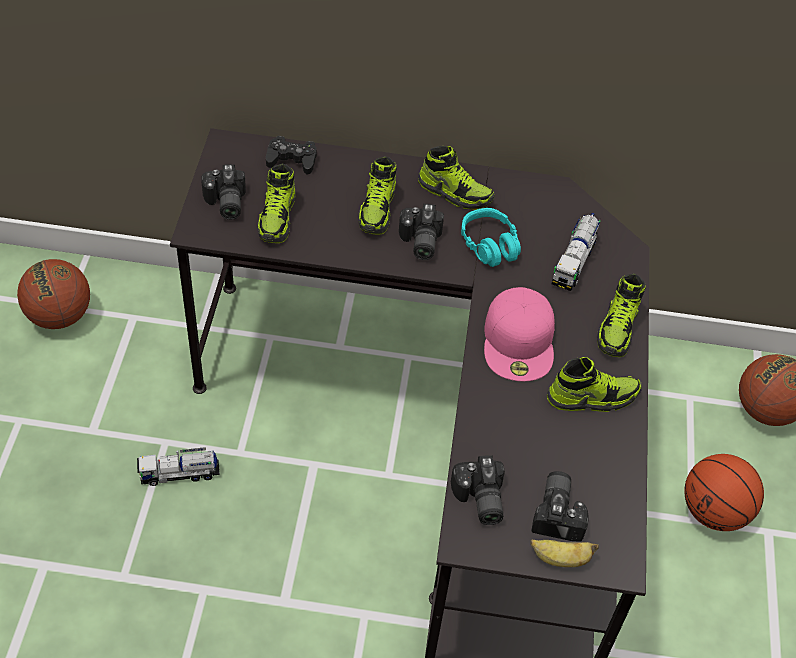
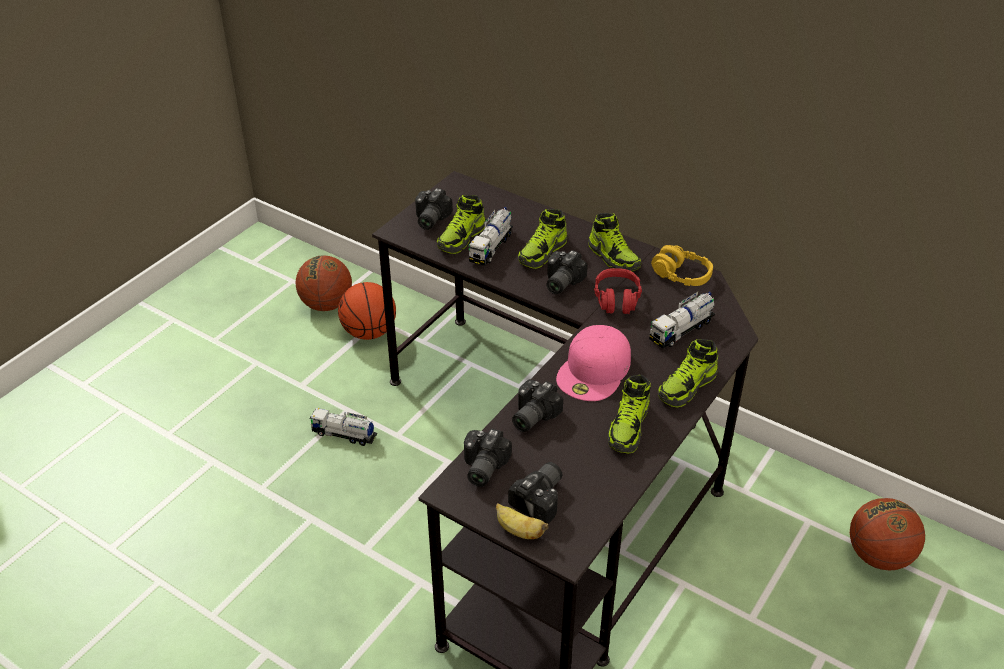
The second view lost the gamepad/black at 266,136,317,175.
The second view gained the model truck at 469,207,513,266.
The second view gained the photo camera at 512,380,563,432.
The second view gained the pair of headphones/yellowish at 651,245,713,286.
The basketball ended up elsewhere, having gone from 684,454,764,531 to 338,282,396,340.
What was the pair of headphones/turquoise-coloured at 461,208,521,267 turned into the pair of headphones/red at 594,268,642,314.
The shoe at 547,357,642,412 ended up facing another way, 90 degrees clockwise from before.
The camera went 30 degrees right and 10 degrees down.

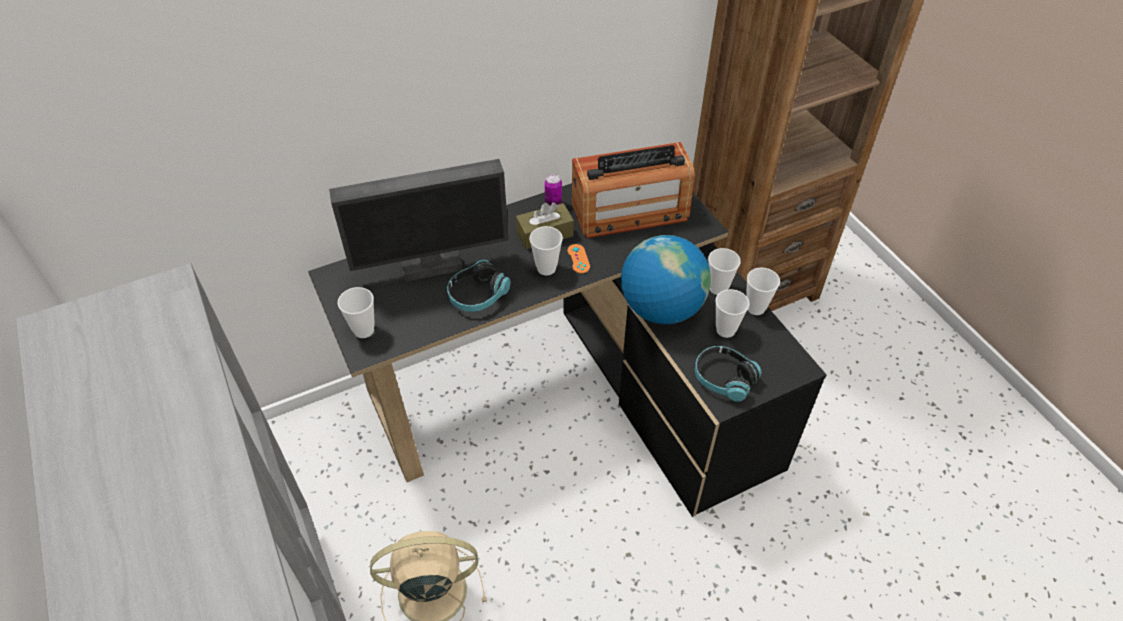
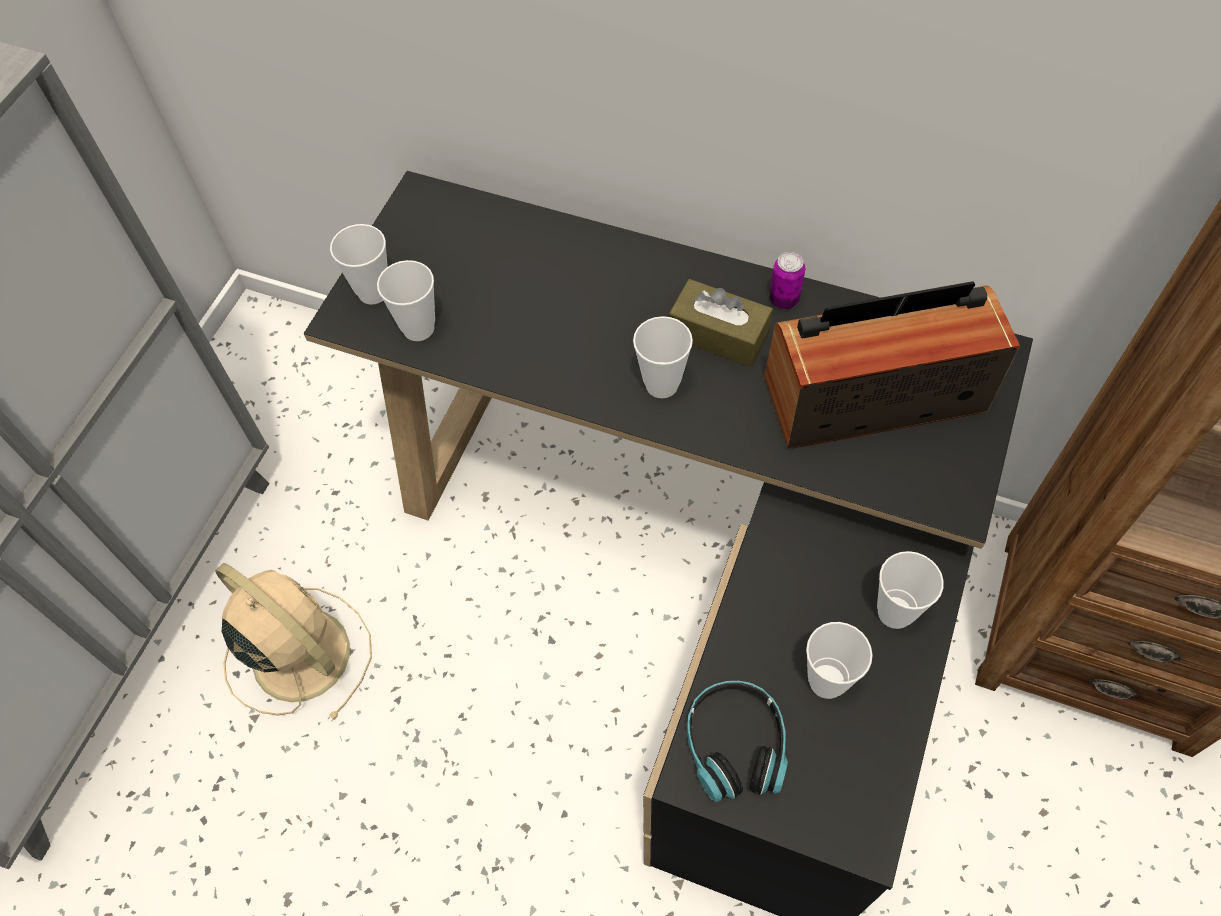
The second view lost the computer display at 329,159,509,282.
The second view lost the pair of headphones at 447,259,511,312.
The second view lost the gamepad/orange-coloured at 567,244,590,273.
The second view lost the globe at 621,235,711,324.
The drinking cup ended up elsewhere, having gone from 746,268,780,315 to 377,260,435,341.
The radio set at 572,142,695,238 ended up facing another way, 135 degrees clockwise from before.
The camera went 50 degrees right and 10 degrees up.

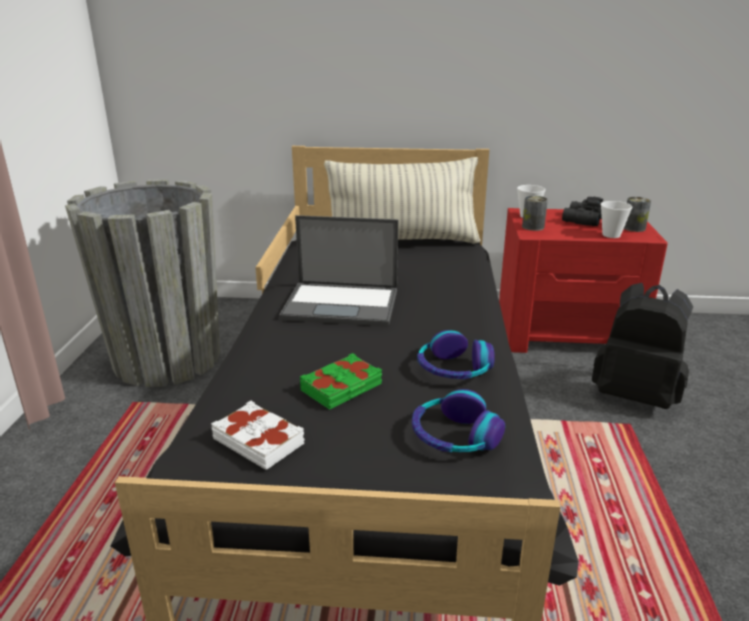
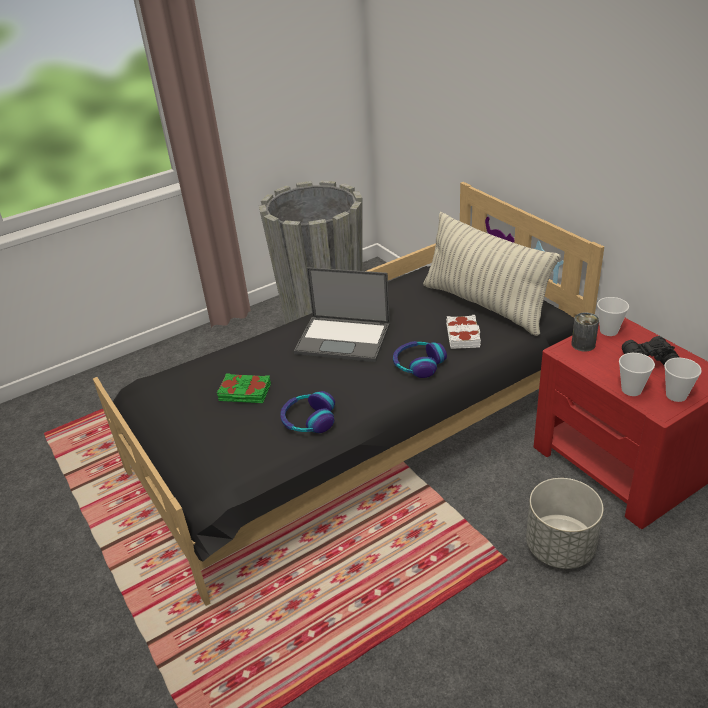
The volume/whitish ended up elsewhere, having gone from 211,400,305,470 to 446,315,481,349.
The pair of headphones ended up elsewhere, having gone from 412,389,505,452 to 393,341,447,378.
Where the backpack/black stood at 592,283,693,409, the flower pot/greyish came to stand at 526,478,604,569.
Where the metal can stood at 624,197,651,232, the drinking cup came to stand at 664,358,702,402.
The laptop at 279,215,398,327 ended up facing another way, 45 degrees counterclockwise from before.
The camera went 55 degrees right and 10 degrees up.

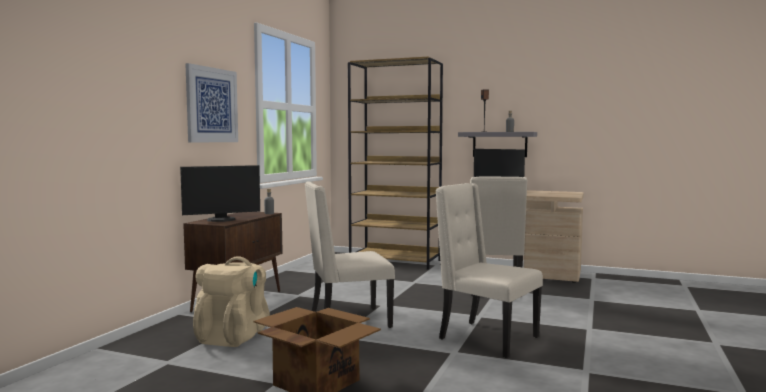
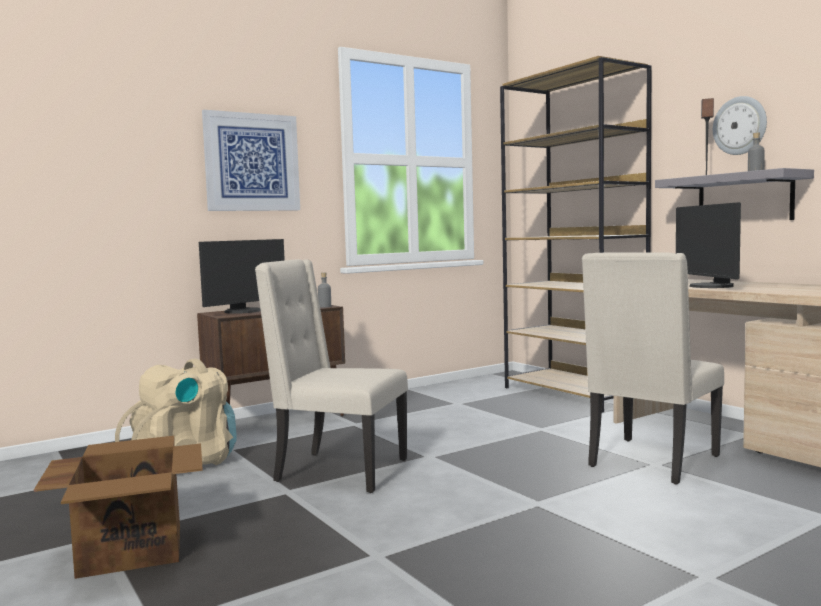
The second view lost the upright chair/beige-coloured at 436,183,543,358.
The second view gained the clock on the wall at 713,96,767,155.
The computer display at 180,165,260,222 ended up facing another way, 60 degrees counterclockwise from before.
The camera went 35 degrees right and 0 degrees up.

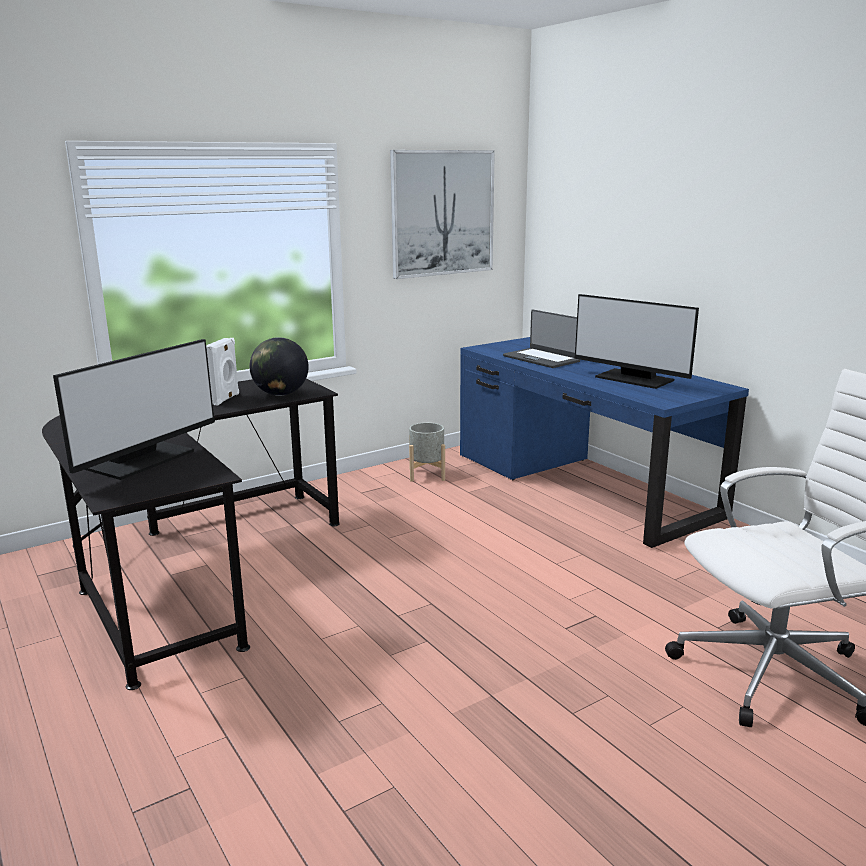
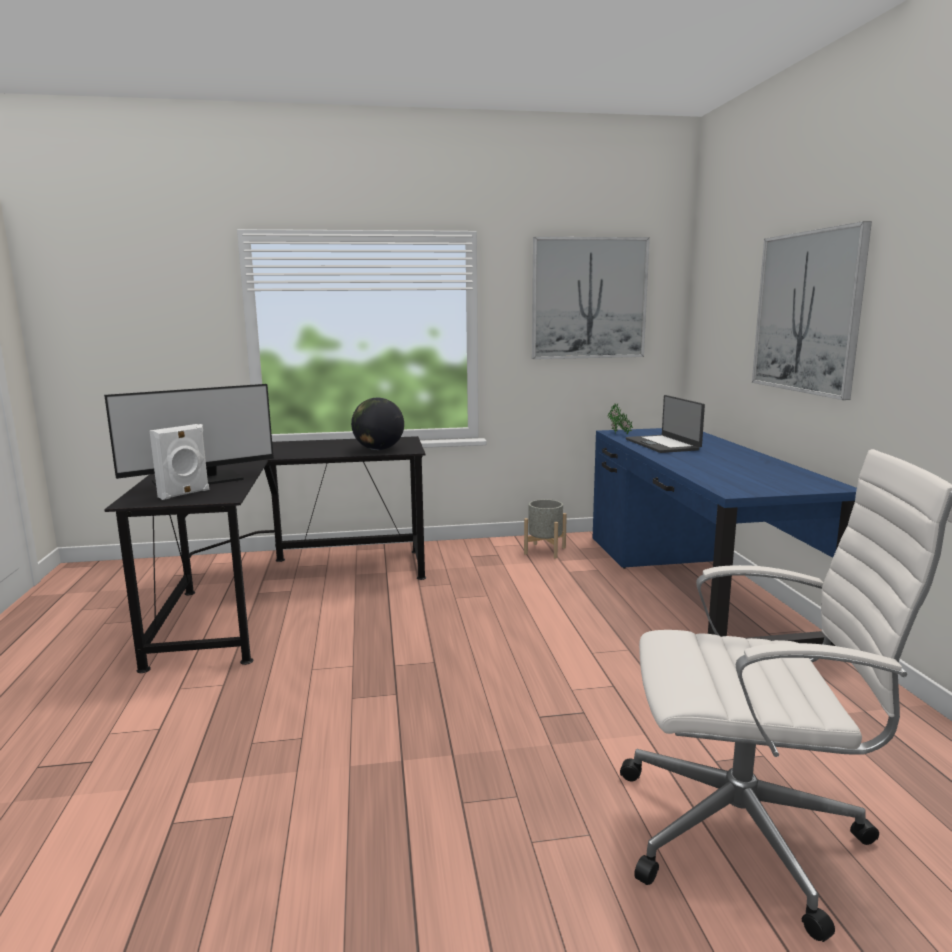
The second view lost the computer display at 574,294,699,389.
The second view gained the plant in a pot at 608,403,633,434.
The second view gained the picture at 752,221,872,400.
The loudspeaker/whitish ended up elsewhere, having gone from 206,338,239,405 to 150,424,209,500.
The camera went 25 degrees right and 5 degrees down.

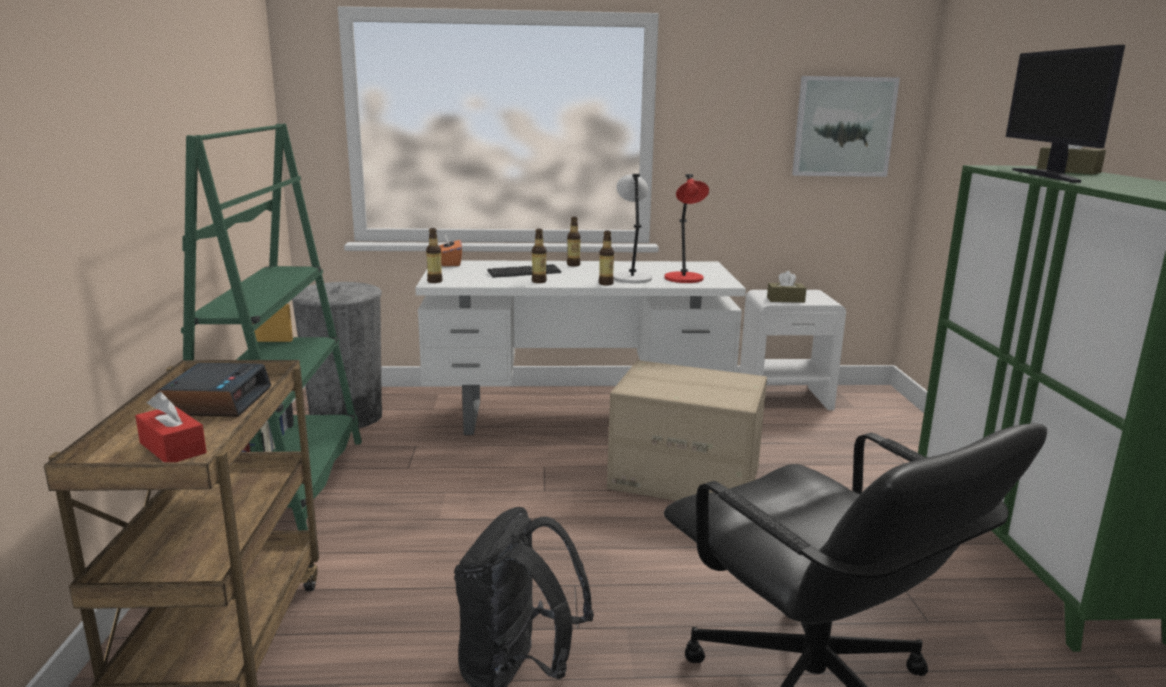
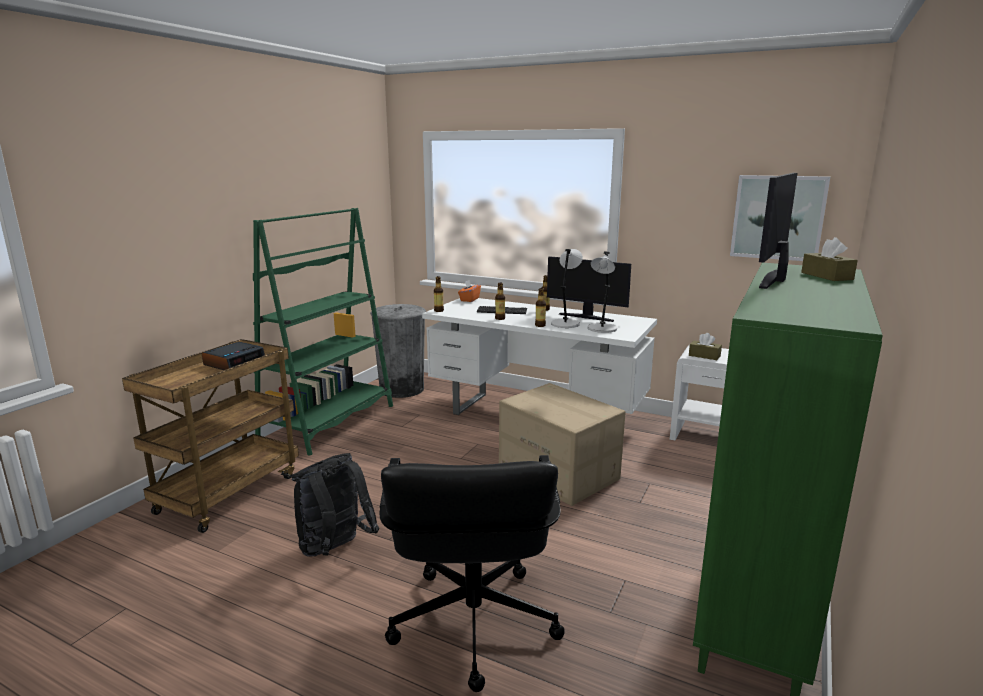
The second view lost the box of tissues/red at 135,392,206,462.
The second view gained the computer display at 547,256,631,322.
What was the table lamp/red at 664,174,709,283 turned into the table lamp/greyish at 588,251,617,333.
The camera went 30 degrees right and 0 degrees up.

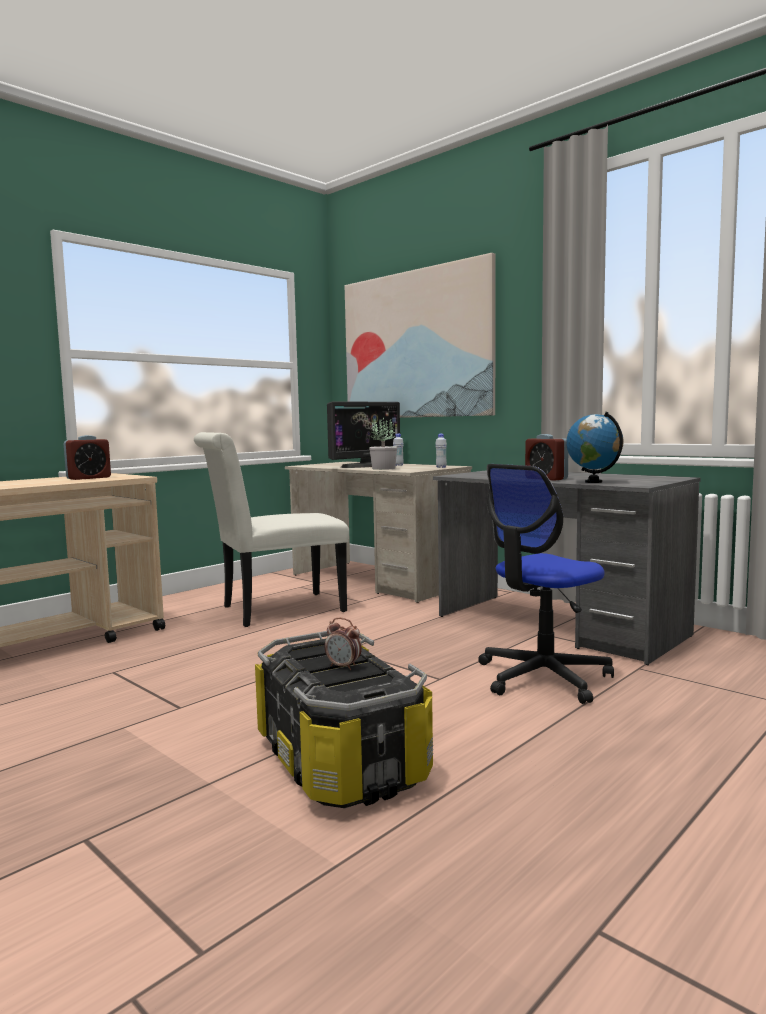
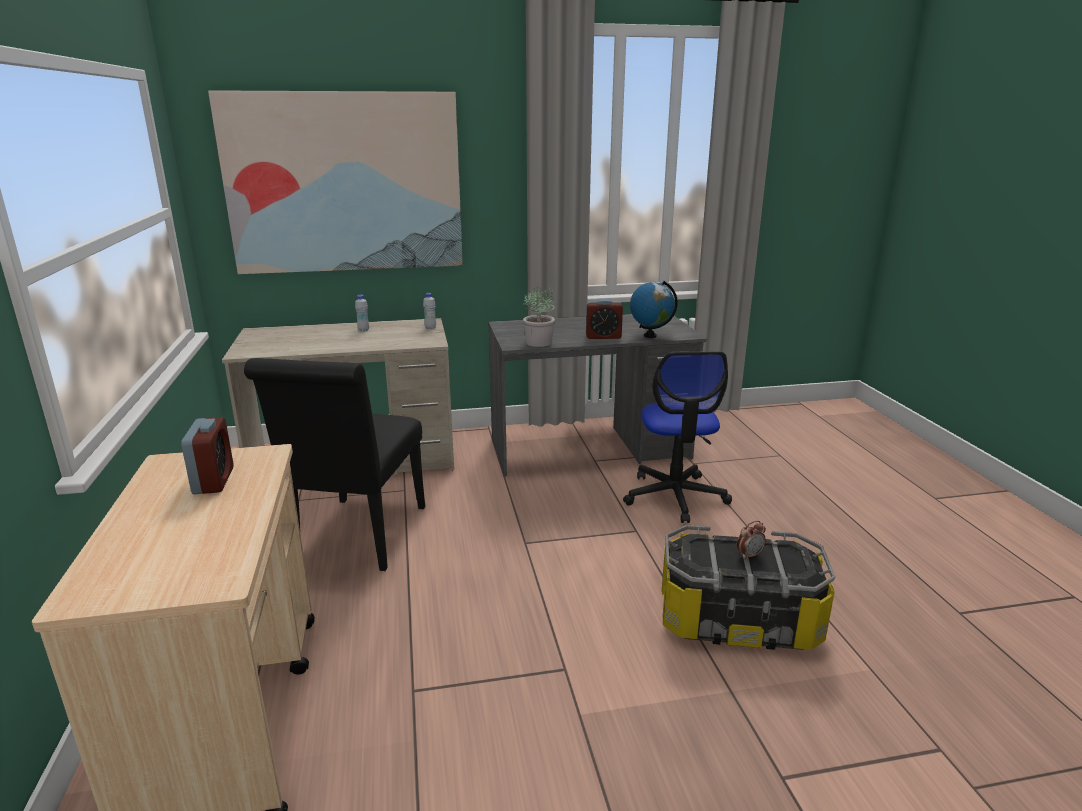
The second view lost the computer display at 327,401,400,468.
The plant in a pot ended up elsewhere, having gone from 369,417,397,470 to 523,286,555,347.
What was the upright chair/whitish at 194,432,349,627 turned into the upright chair/black at 244,358,425,571.
The camera went 55 degrees left and 15 degrees up.

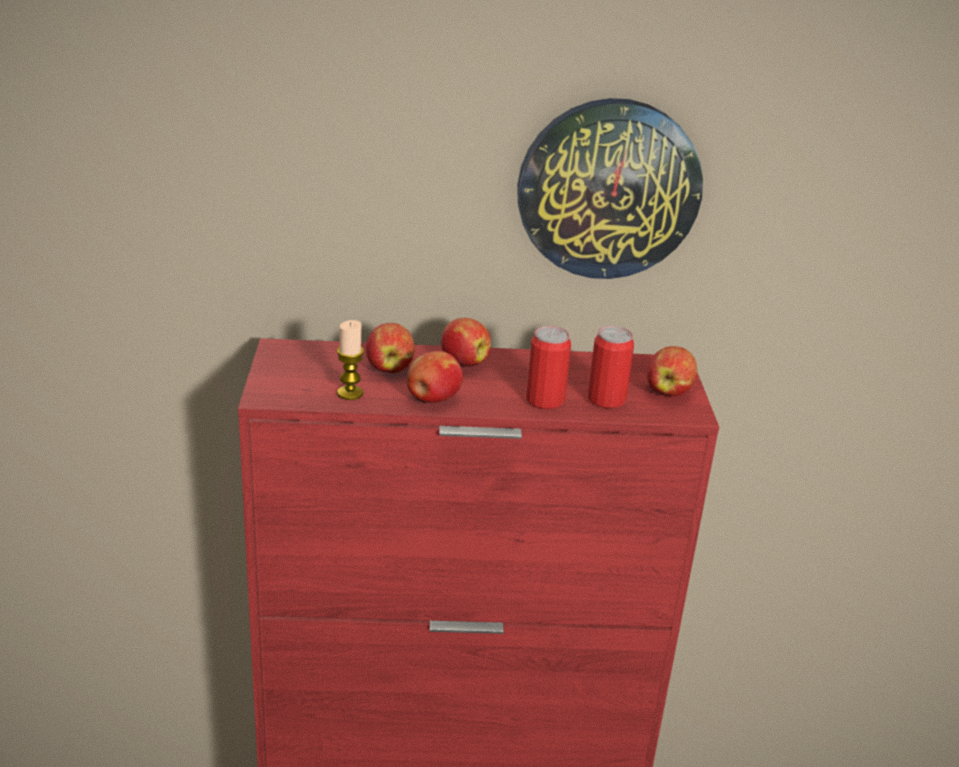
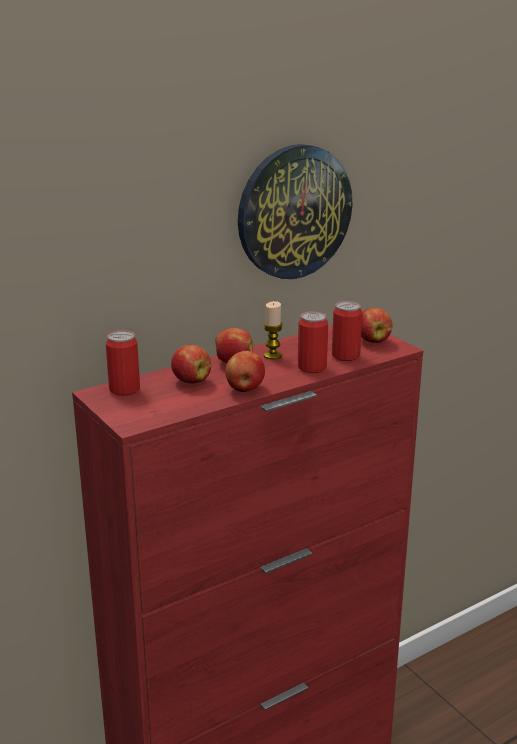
The second view gained the metal can at 106,330,140,395.
The wax light ended up elsewhere, having gone from 337,320,364,400 to 264,301,283,360.
The camera went 30 degrees left and 5 degrees down.

